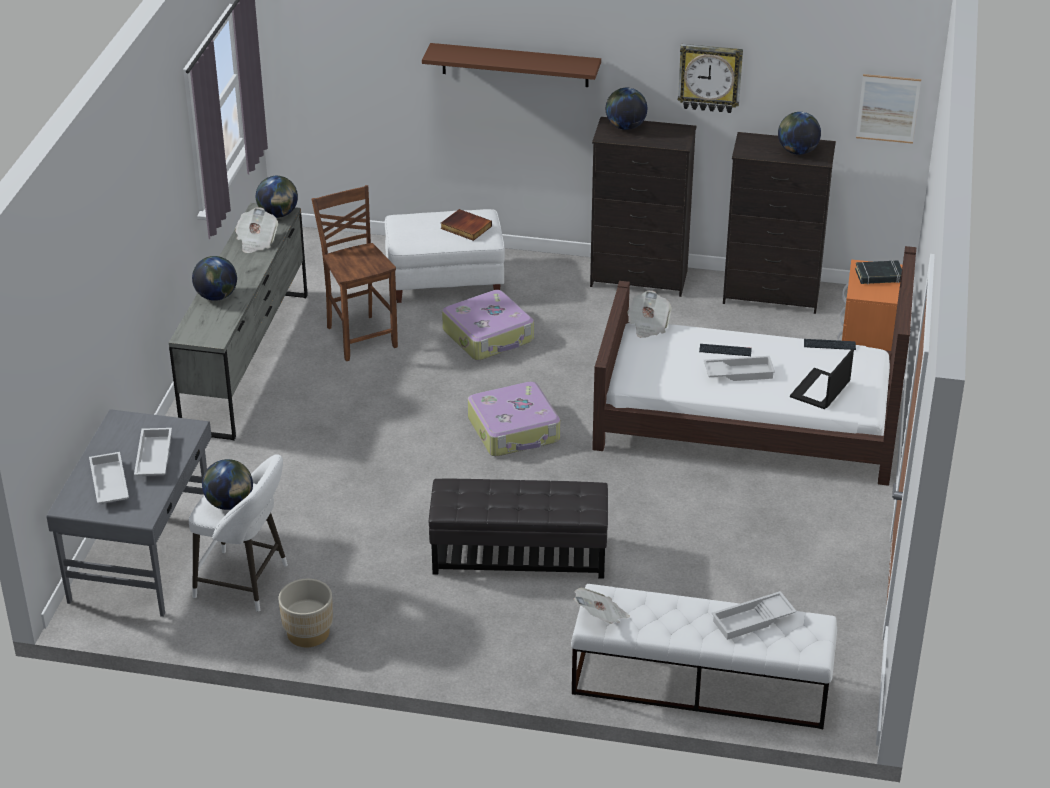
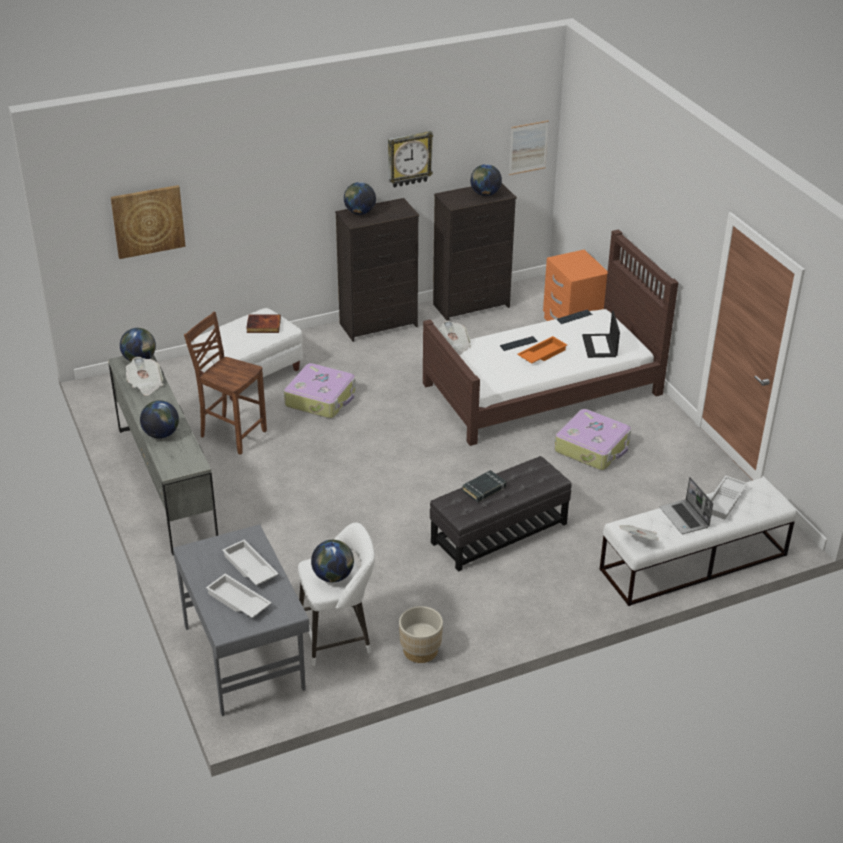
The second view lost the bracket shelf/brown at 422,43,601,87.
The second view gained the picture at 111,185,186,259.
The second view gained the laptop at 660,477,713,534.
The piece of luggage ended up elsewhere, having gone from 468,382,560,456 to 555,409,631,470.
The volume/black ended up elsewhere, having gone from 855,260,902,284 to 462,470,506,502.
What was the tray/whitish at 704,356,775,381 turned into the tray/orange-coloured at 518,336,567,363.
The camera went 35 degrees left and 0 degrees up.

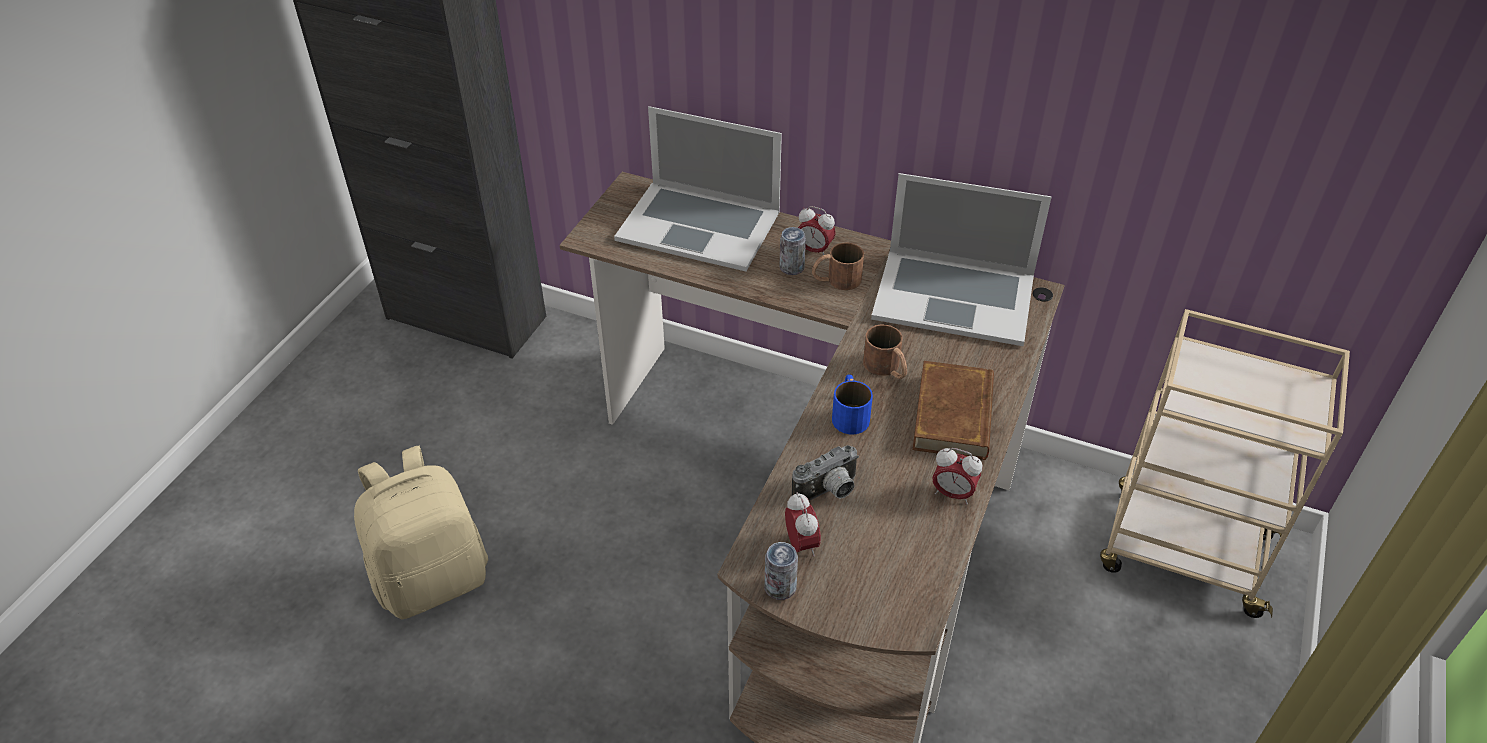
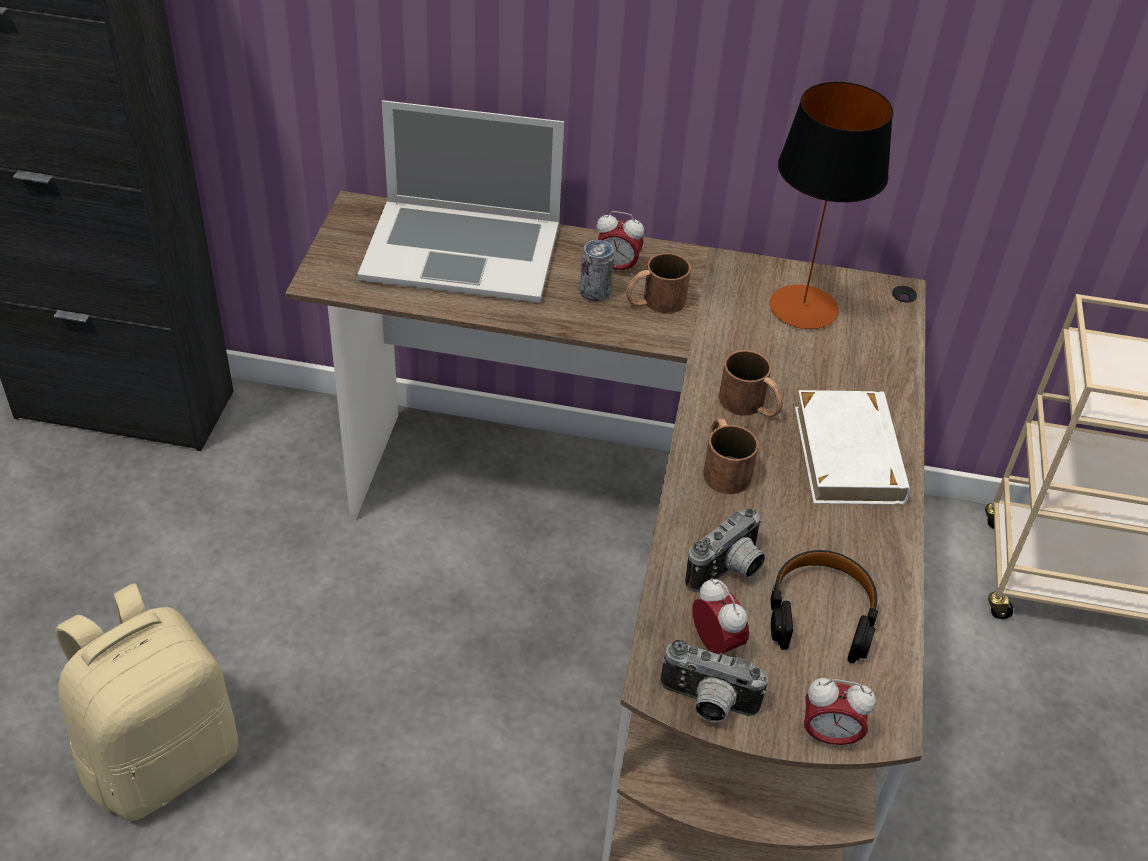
The second view gained the pair of headphones/black at 770,550,879,663.
The alarm clock ended up elsewhere, having gone from 932,448,982,504 to 804,678,876,749.
Where the metal can stood at 764,542,798,600, the photo camera came to stand at 660,640,768,723.
Where the laptop stood at 871,173,1052,346, the table lamp came to stand at 770,82,893,329.
What was the tea mug/bluish at 832,374,873,435 turned into the tea mug/brown at 703,418,758,494.
What was the volume/brown at 913,361,994,460 turned into the volume/whitish at 795,390,910,505.
The camera went 15 degrees left and 0 degrees up.

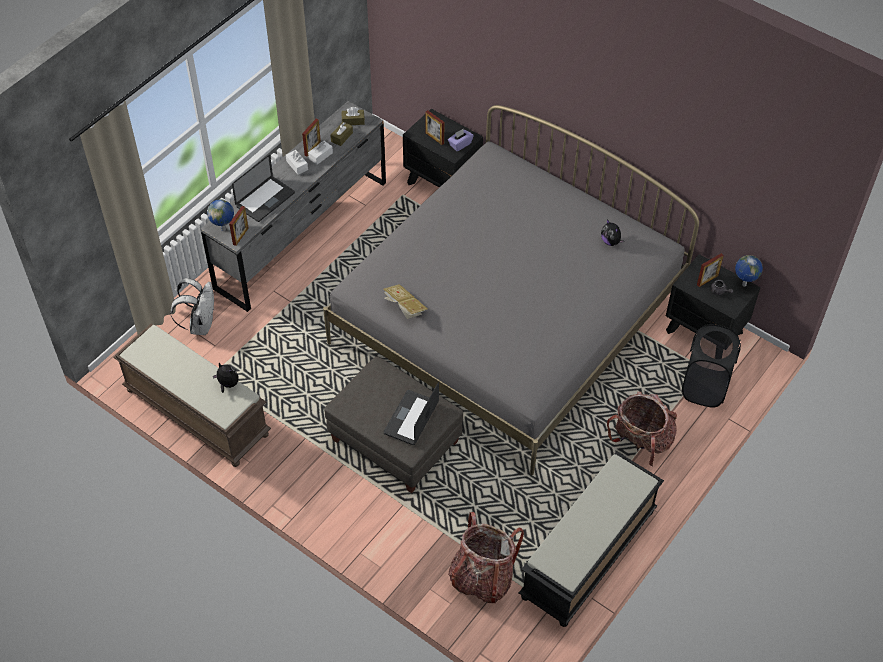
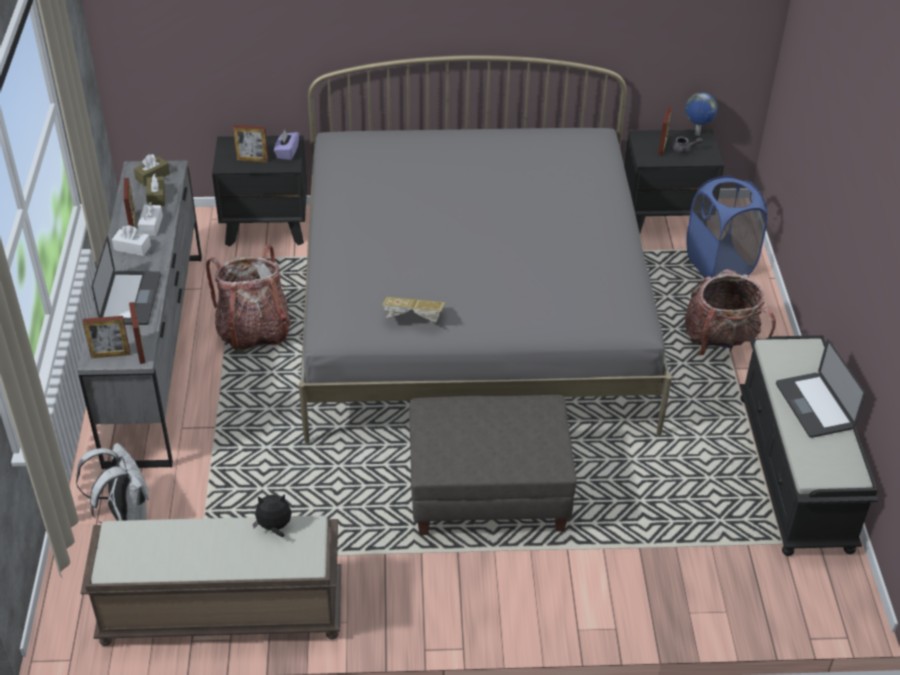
The second view lost the soft toy at 601,219,624,246.
The laptop ended up elsewhere, having gone from 384,382,439,445 to 776,339,865,438.
The backpack ended up elsewhere, having gone from 448,512,524,603 to 206,244,291,353.
Where the globe stood at 207,199,234,231, the standing frame came to stand at 83,316,130,358.
What was the hamper/black at 681,324,741,408 turned into the hamper/bluish at 686,175,767,278.
The camera went 40 degrees left and 10 degrees down.

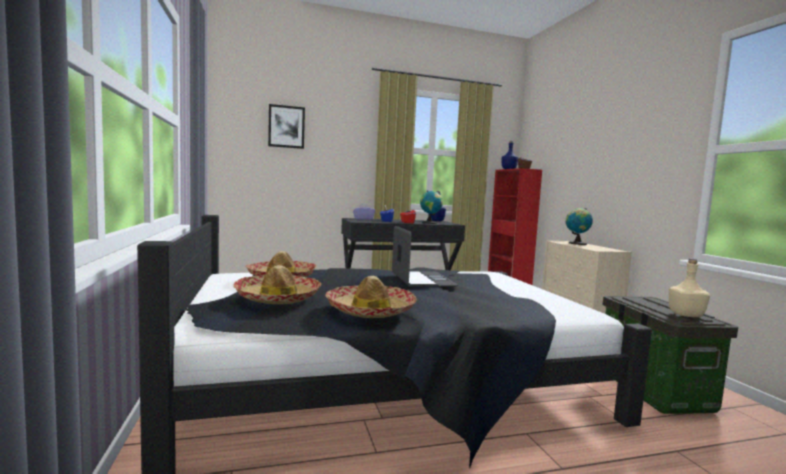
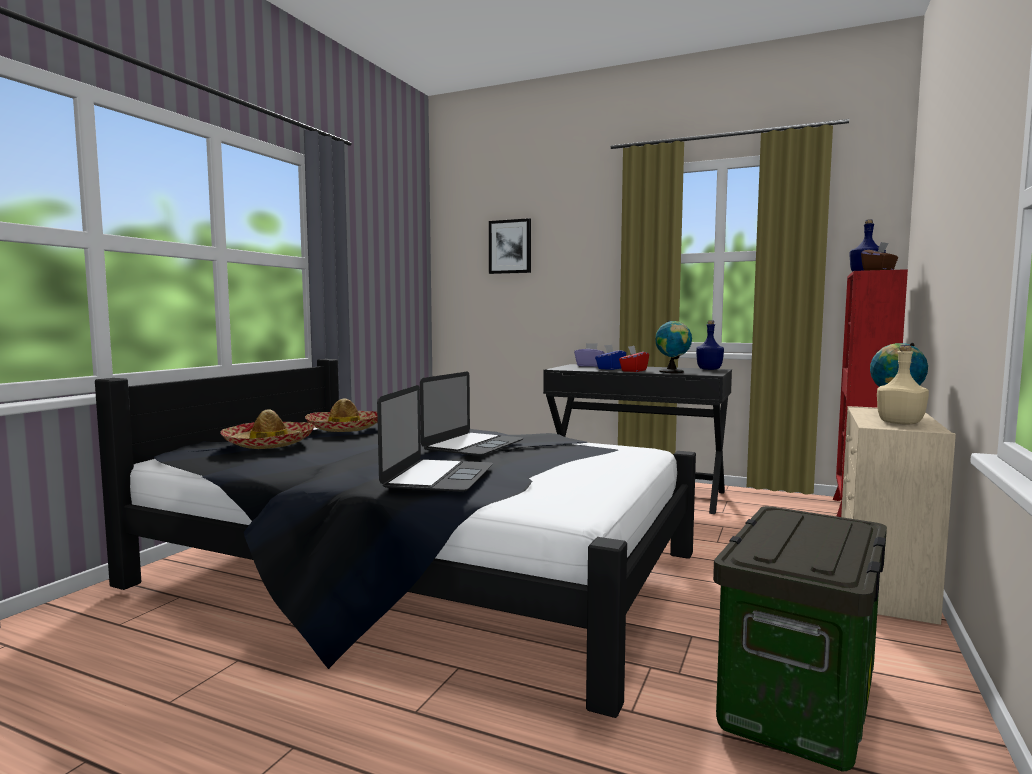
The second view lost the clothing hat at 326,276,417,318.
The second view gained the laptop at 377,385,493,492.
The beverage bottle/beige-coloured ended up elsewhere, having gone from 669,259,710,317 to 877,345,929,424.
The camera went 40 degrees right and 0 degrees up.

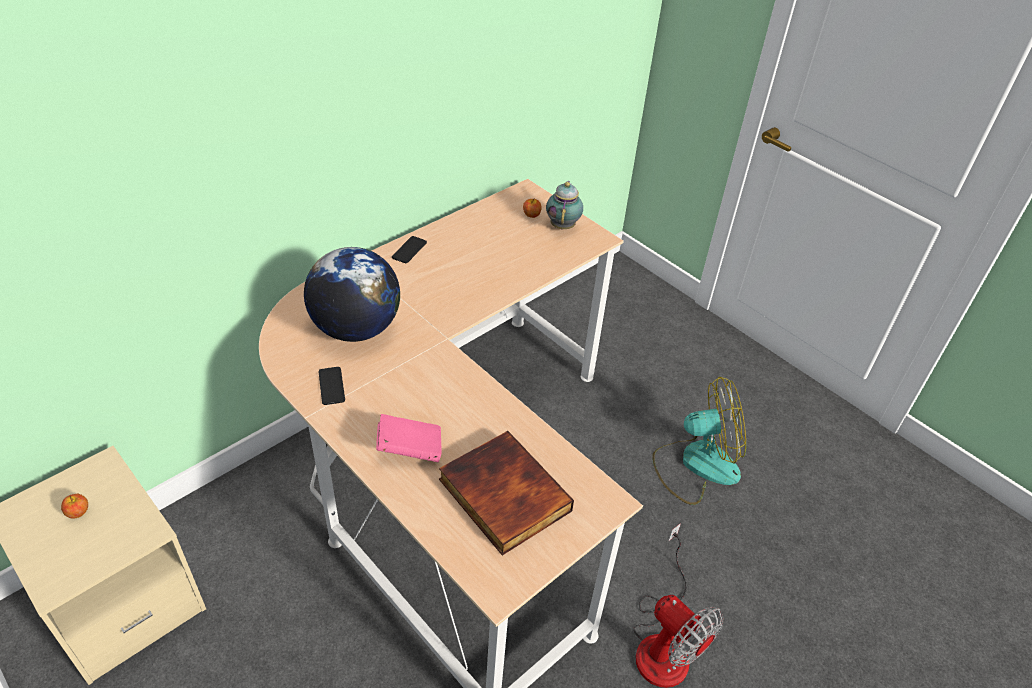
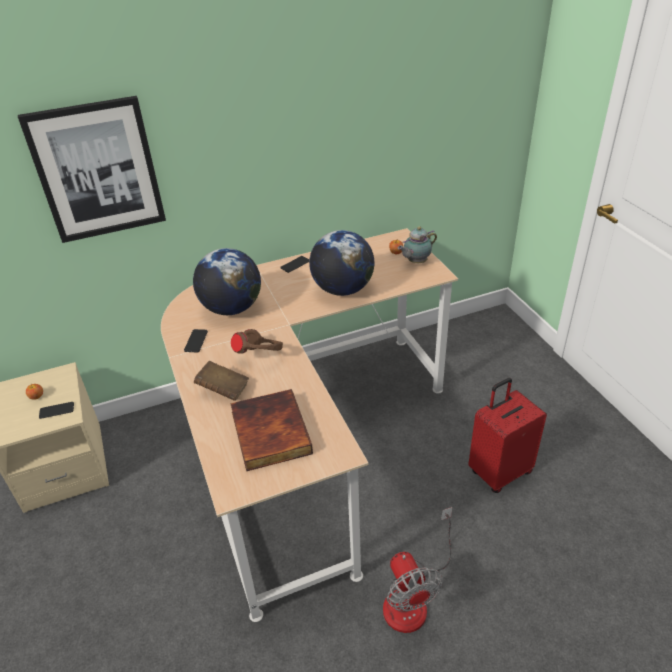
The second view gained the picture at 18,96,166,243.
The second view gained the telephone at 39,402,74,419.
The second view gained the pair of headphones/brown at 231,329,283,354.
The second view gained the globe at 309,230,374,296.
Where the fan stood at 652,377,746,505, the piece of luggage/red came to stand at 468,378,547,493.
What was the volume/pink-coloured at 376,414,441,462 turned into the volume/brown at 194,361,249,401.
The teapot at 546,181,583,230 ended up facing another way, 150 degrees counterclockwise from before.
The camera went 25 degrees right and 5 degrees down.

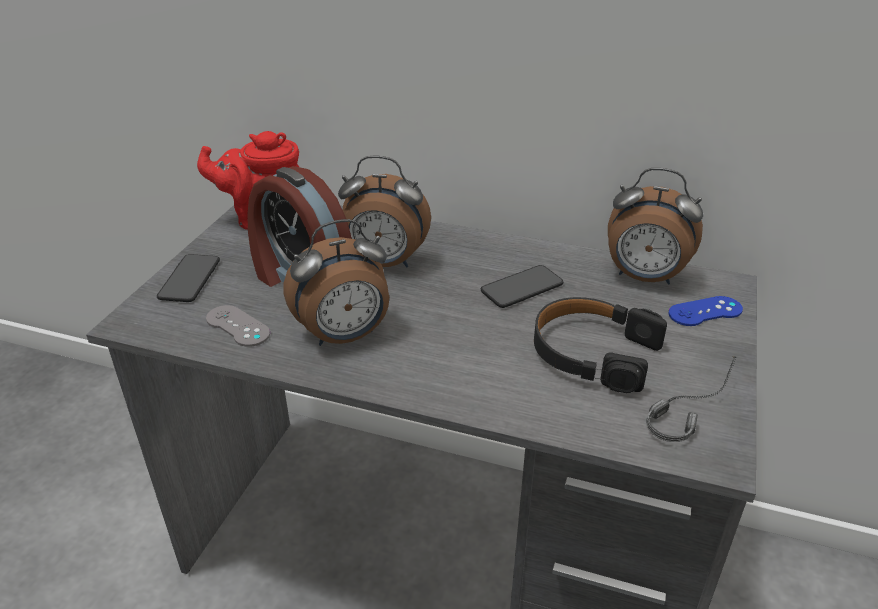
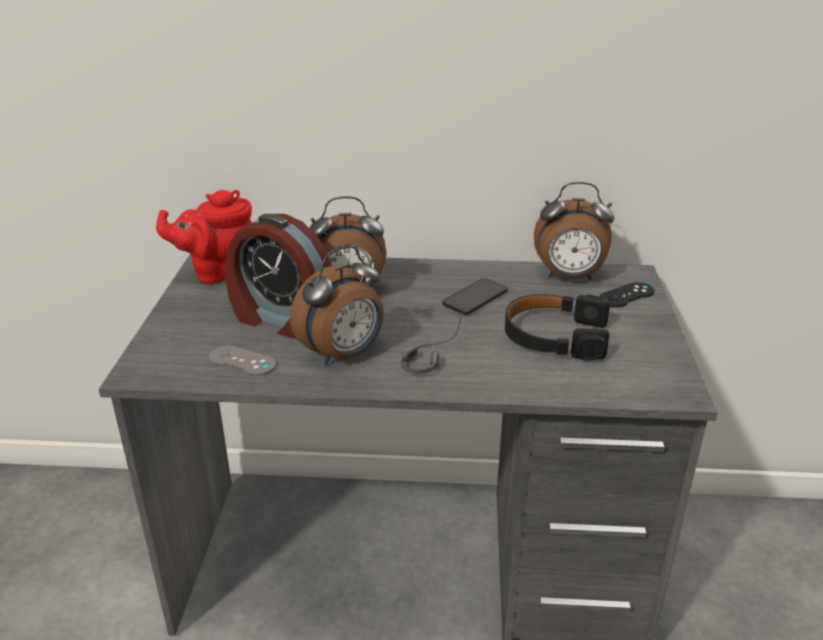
The second view lost the telephone at 157,254,220,302.
The pair of headphones ended up elsewhere, having gone from 646,356,737,442 to 401,308,464,374.
What was the gamepad/bluish at 668,296,743,326 turned into the gamepad/black at 599,282,655,307.
The camera went 15 degrees left and 5 degrees down.

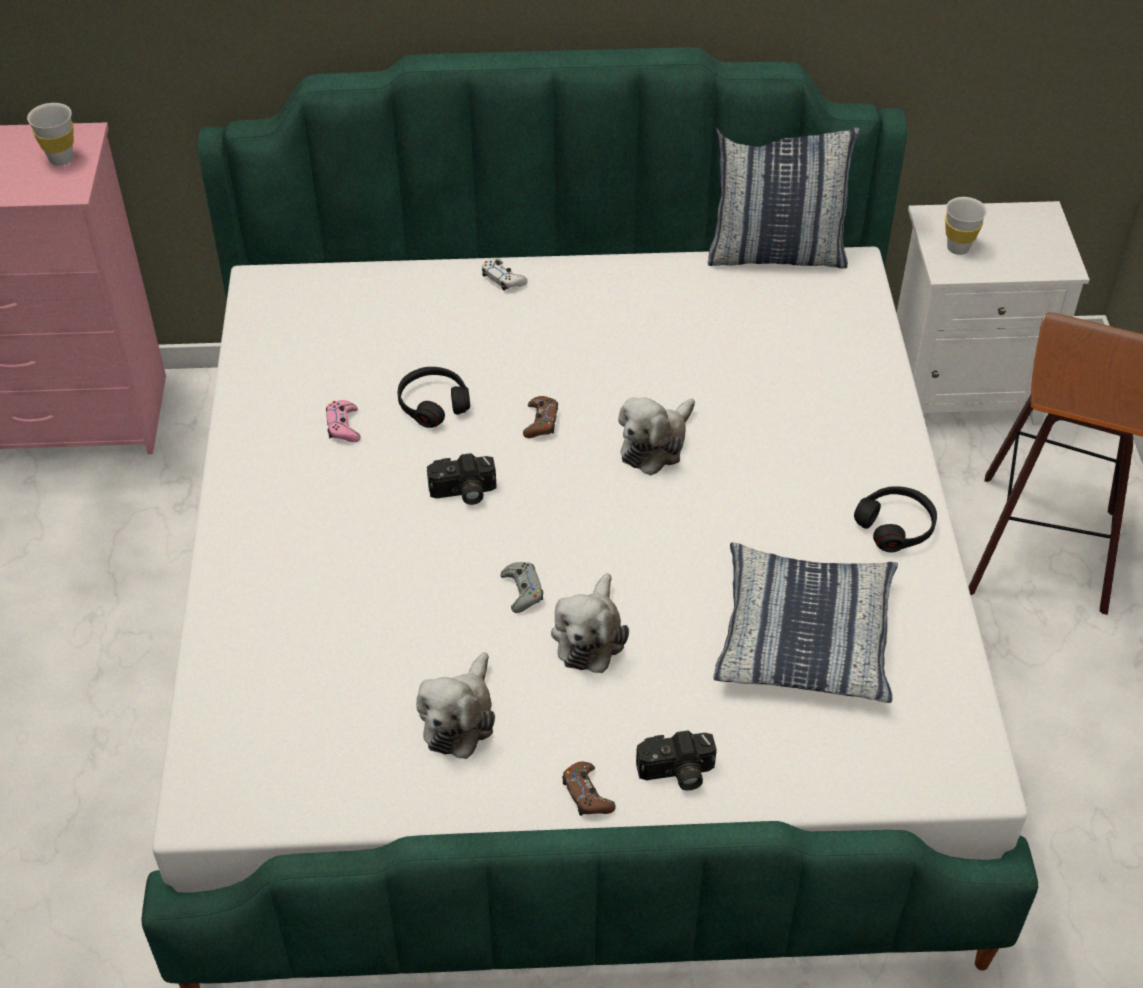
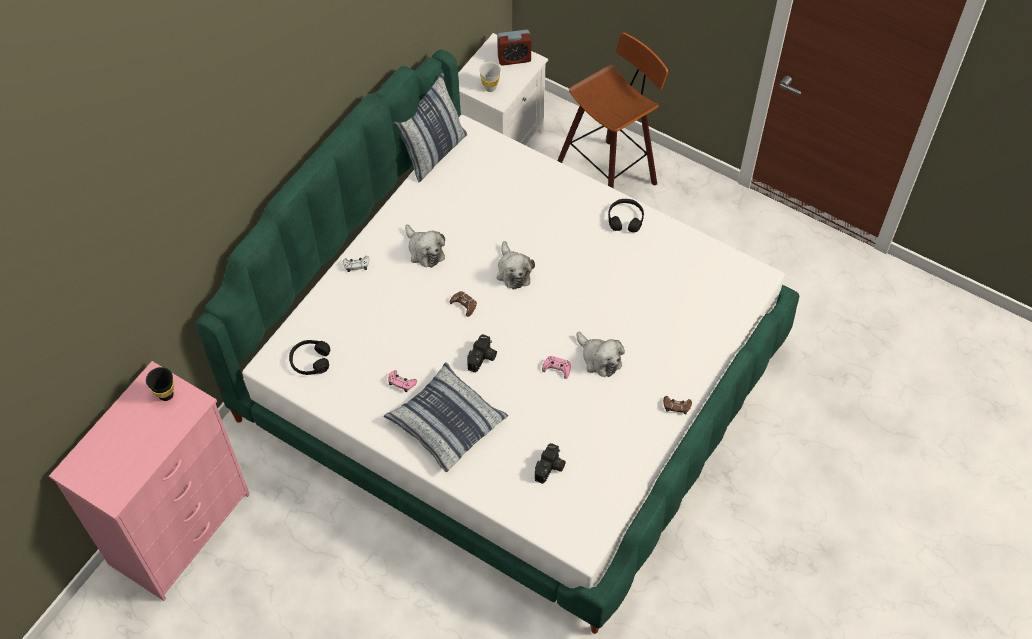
The second view gained the alarm clock at 497,30,531,66.
The pair of headphones/black ended up elsewhere, having gone from 398,367,470,428 to 289,340,330,375.
The soft toy ended up elsewhere, having gone from 416,652,495,759 to 405,225,445,268.
The photo camera ended up elsewhere, having gone from 636,730,716,790 to 535,443,566,484.
The throw pillow ended up elsewhere, having gone from 713,542,898,703 to 384,362,508,472.
What was the drinking cup/whitish at 27,103,74,166 turned into the drinking cup/black at 146,367,174,401.
What was the gamepad/greyish at 500,562,543,613 turned into the gamepad/pink-coloured at 542,356,571,379.
The camera went 55 degrees left and 10 degrees up.

